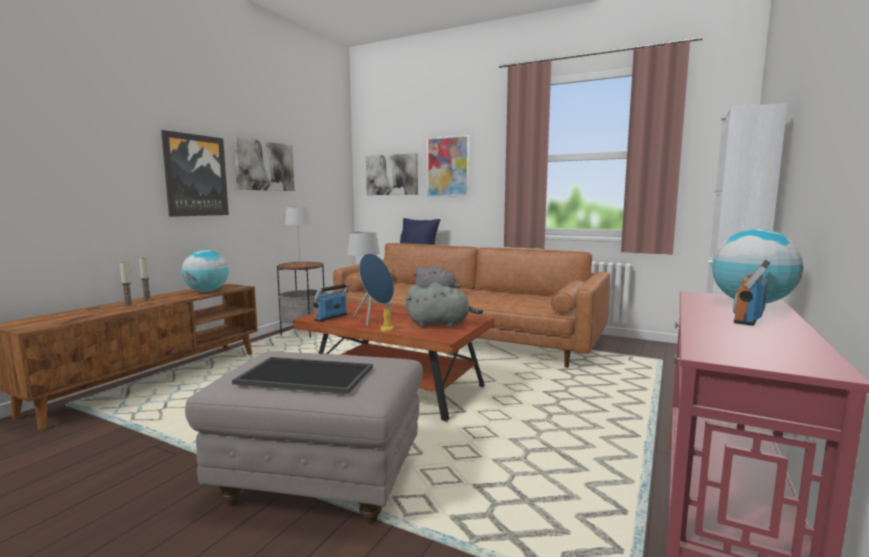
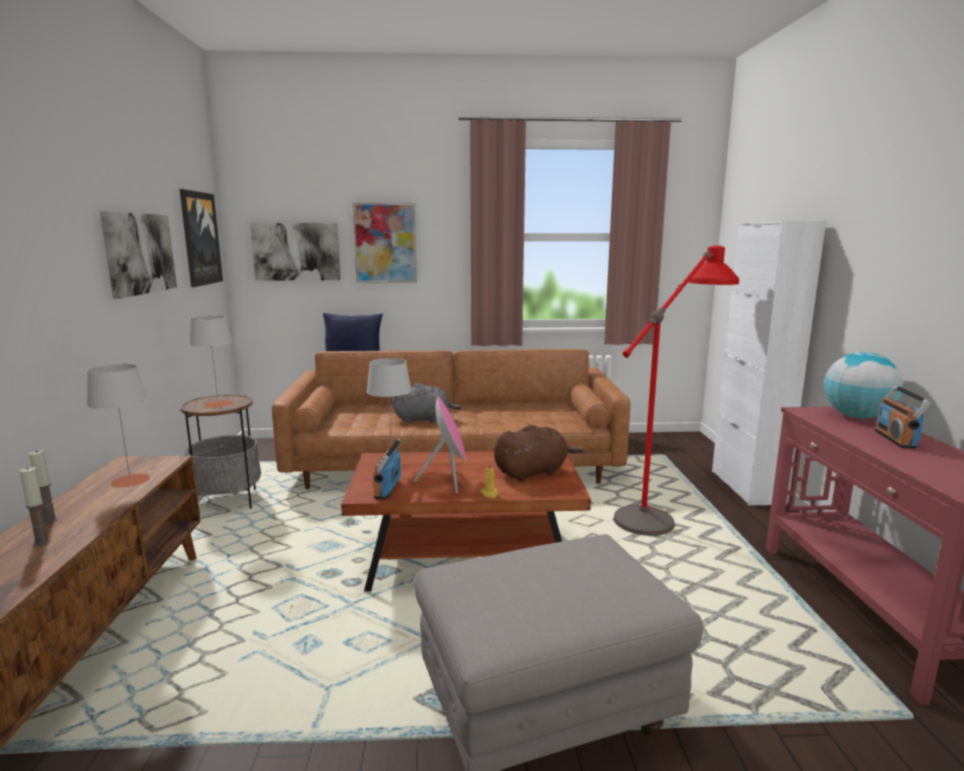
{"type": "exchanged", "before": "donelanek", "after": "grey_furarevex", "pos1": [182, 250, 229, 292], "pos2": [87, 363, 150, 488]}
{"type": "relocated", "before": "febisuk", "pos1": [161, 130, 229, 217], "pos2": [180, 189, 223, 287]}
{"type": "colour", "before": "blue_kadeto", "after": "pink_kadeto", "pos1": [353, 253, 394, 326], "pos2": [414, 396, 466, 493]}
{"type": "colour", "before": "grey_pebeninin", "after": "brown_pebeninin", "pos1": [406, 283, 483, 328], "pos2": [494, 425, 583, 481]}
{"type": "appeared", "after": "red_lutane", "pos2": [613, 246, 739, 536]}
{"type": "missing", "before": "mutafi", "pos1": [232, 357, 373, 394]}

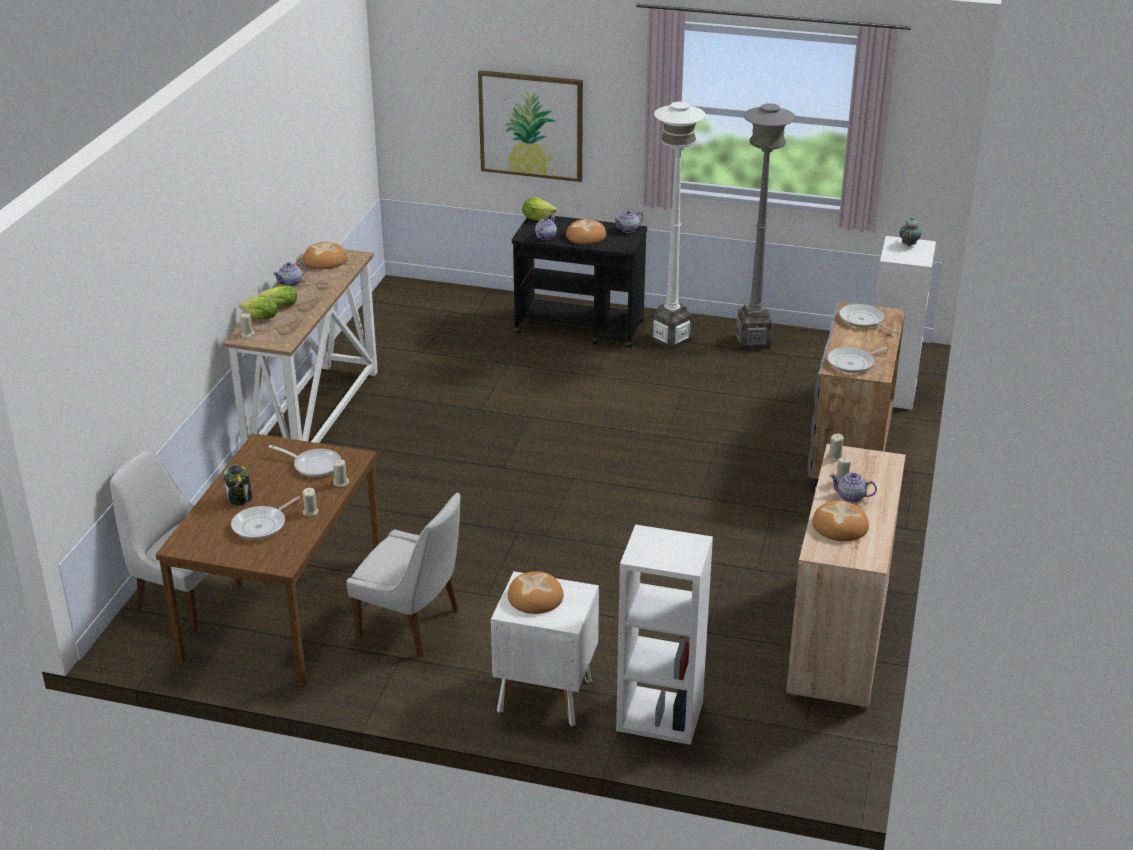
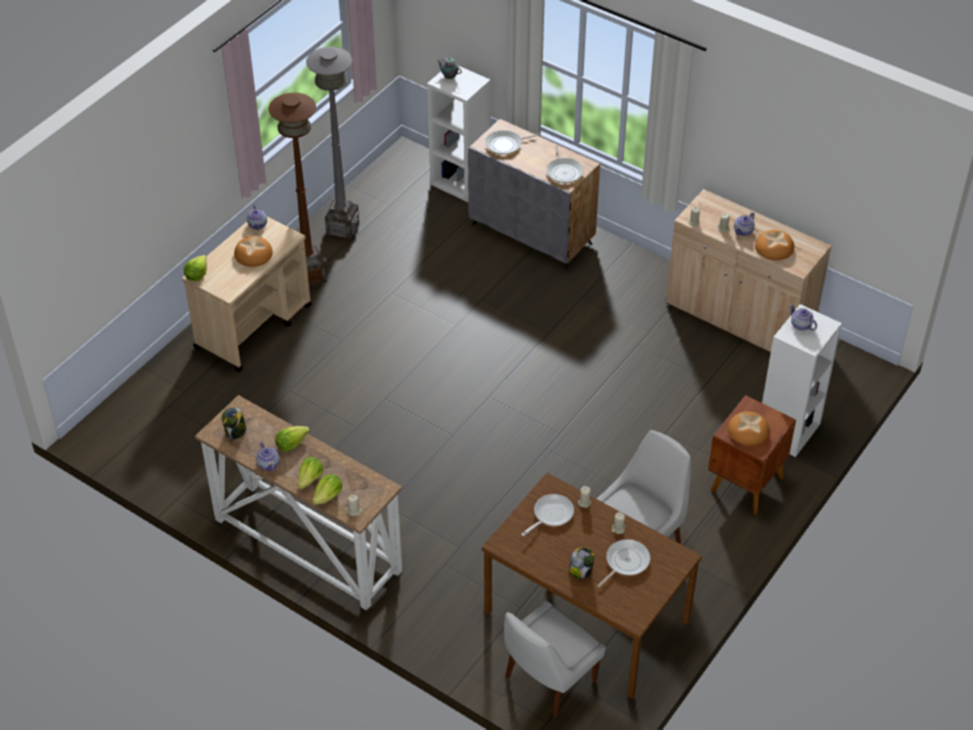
{"type": "colour", "before": "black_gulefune", "after": "beige_gulefune", "pos1": [512, 215, 647, 349], "pos2": [182, 216, 312, 372]}
{"type": "exchanged", "before": "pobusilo", "after": "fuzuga", "pos1": [303, 242, 347, 269], "pos2": [222, 407, 247, 439]}
{"type": "colour", "before": "white_lutane", "after": "brown_lutane", "pos1": [650, 102, 706, 350], "pos2": [269, 93, 327, 287]}
{"type": "appeared", "after": "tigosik", "pos2": [276, 426, 310, 451]}
{"type": "spun", "before": "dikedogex", "pos1": [231, 496, 300, 540], "pos2": [598, 539, 650, 587], "turn": -105}
{"type": "colour", "before": "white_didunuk", "after": "brown_didunuk", "pos1": [491, 571, 599, 726], "pos2": [708, 395, 796, 515]}
{"type": "relocated", "before": "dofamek", "pos1": [535, 216, 557, 240], "pos2": [789, 304, 817, 330]}
{"type": "missing", "before": "febisuk", "pos1": [478, 70, 583, 182]}

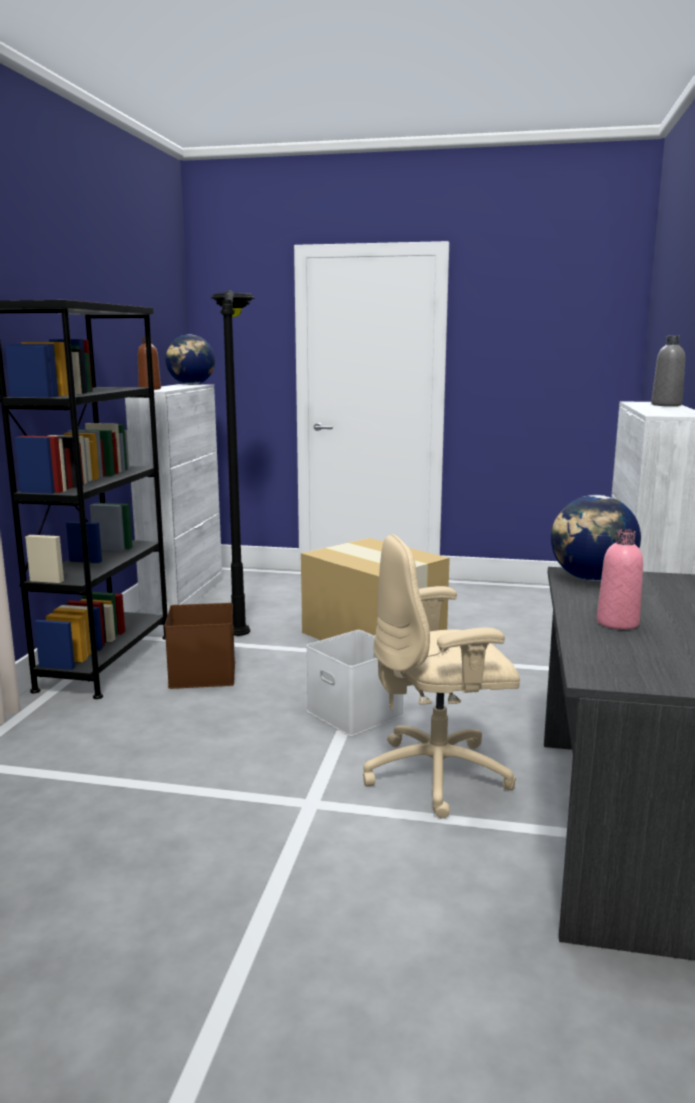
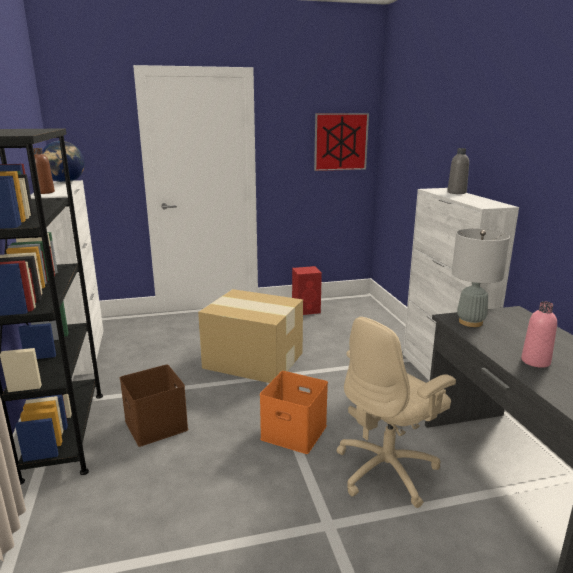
{"type": "colour", "before": "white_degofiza", "after": "orange_degofiza", "pos1": [306, 630, 404, 736], "pos2": [260, 371, 328, 454]}
{"type": "appeared", "after": "red_kadeto", "pos2": [292, 266, 322, 315]}
{"type": "appeared", "after": "febisuk", "pos2": [314, 113, 369, 171]}
{"type": "exchanged", "before": "donelanek", "after": "grey_furarevex", "pos1": [551, 495, 641, 581], "pos2": [452, 229, 510, 327]}
{"type": "missing", "before": "black_lutane", "pos1": [211, 290, 255, 636]}

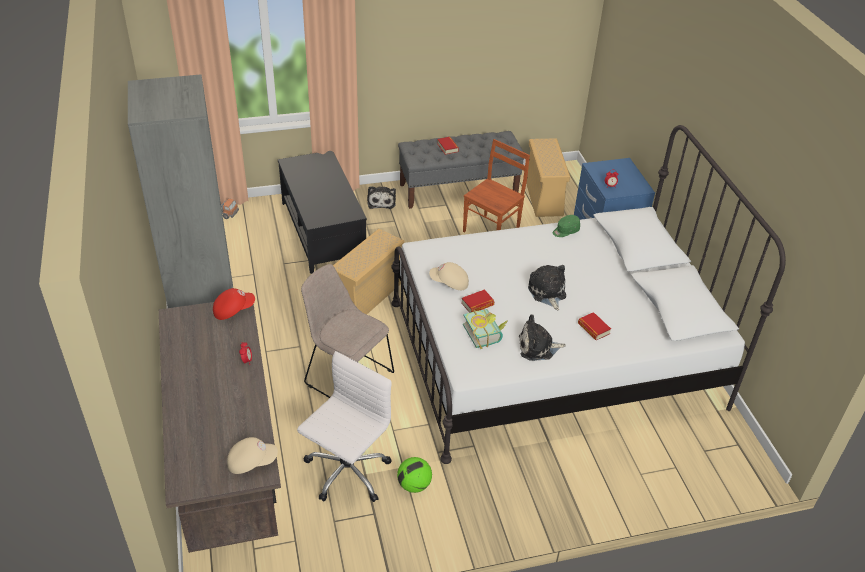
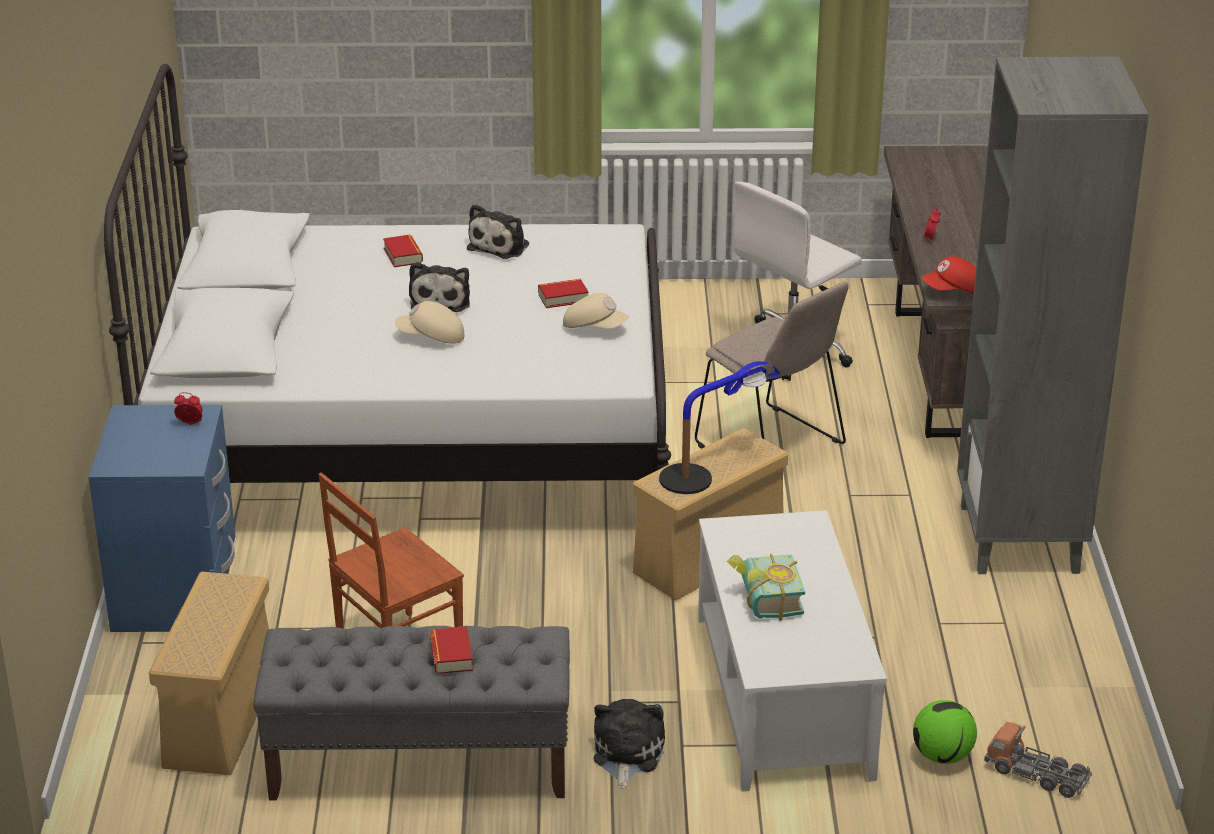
{"type": "relocated", "before": "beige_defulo", "pos1": [227, 437, 278, 474], "pos2": [395, 301, 464, 344]}
{"type": "spun", "before": "pebeninin", "pos1": [519, 314, 566, 361], "pos2": [467, 204, 529, 259], "turn": 105}
{"type": "appeared", "after": "furarevex", "pos2": [659, 361, 780, 494]}
{"type": "colour", "before": "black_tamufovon", "after": "white_tamufovon", "pos1": [278, 151, 367, 274], "pos2": [698, 510, 887, 791]}
{"type": "relocated", "before": "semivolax", "pos1": [463, 309, 508, 349], "pos2": [726, 554, 805, 621]}
{"type": "relocated", "before": "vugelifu", "pos1": [397, 457, 432, 493], "pos2": [913, 700, 977, 764]}
{"type": "missing", "before": "green_defulo", "pos1": [553, 215, 580, 237]}

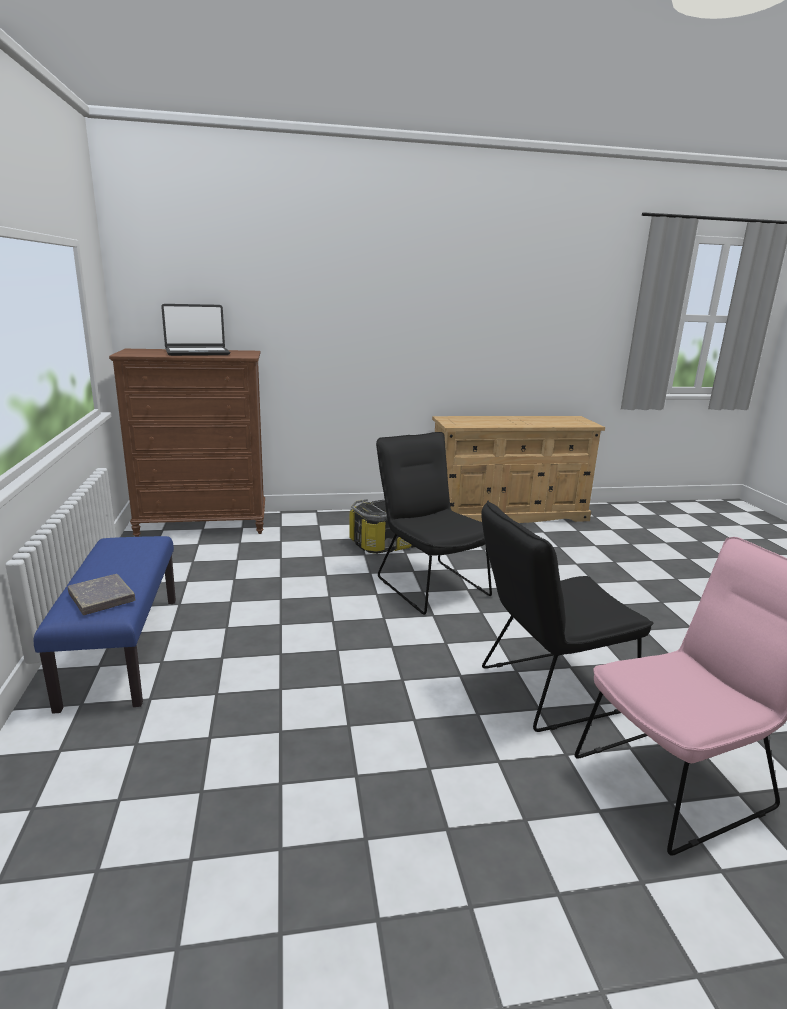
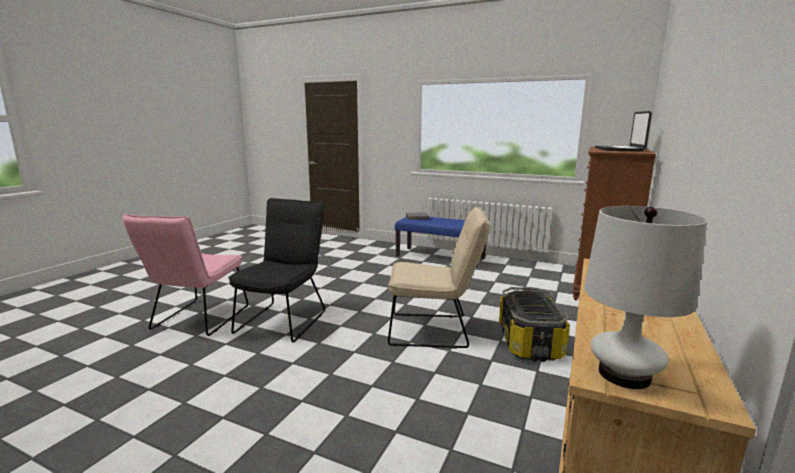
{"type": "colour", "before": "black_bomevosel", "after": "beige_bomevosel", "pos1": [376, 432, 492, 615], "pos2": [388, 207, 491, 349]}
{"type": "appeared", "after": "white_furarevex", "pos2": [584, 206, 707, 389]}

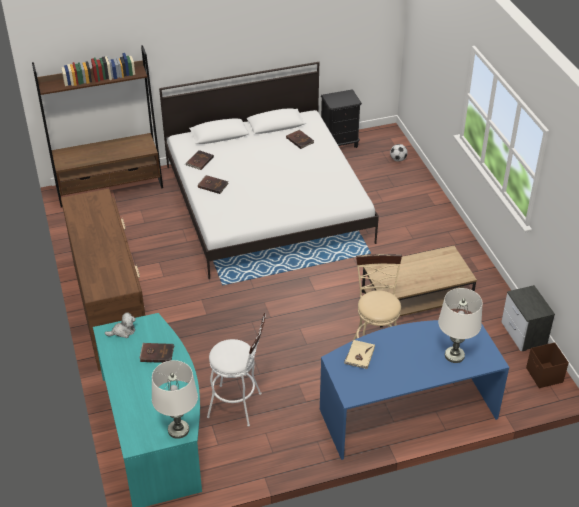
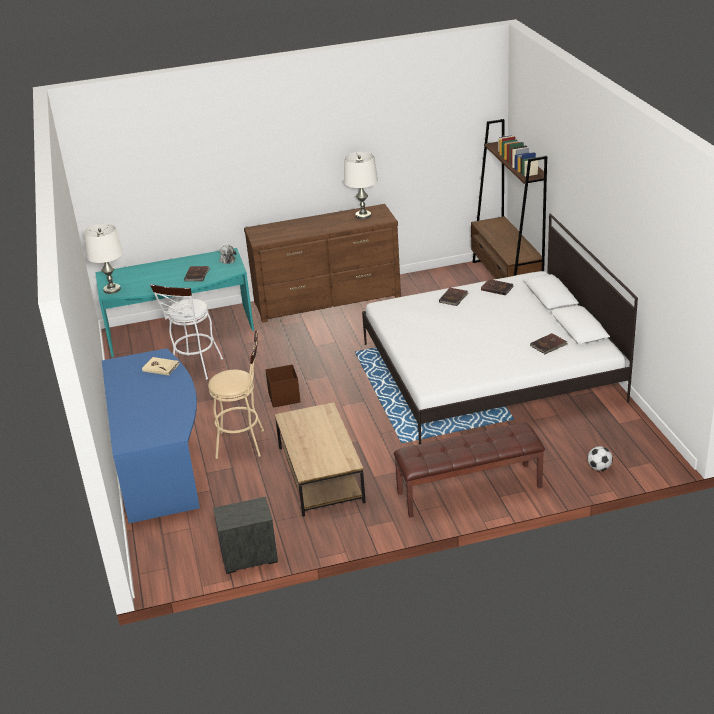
{"type": "relocated", "before": "brown_degofiza", "pos1": [526, 343, 569, 388], "pos2": [265, 364, 300, 408]}
{"type": "relocated", "before": "white_furarevex", "pos1": [438, 288, 483, 363], "pos2": [344, 152, 378, 219]}
{"type": "appeared", "after": "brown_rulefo", "pos2": [394, 422, 545, 518]}
{"type": "missing", "before": "black_didunuk", "pos1": [321, 90, 362, 148]}

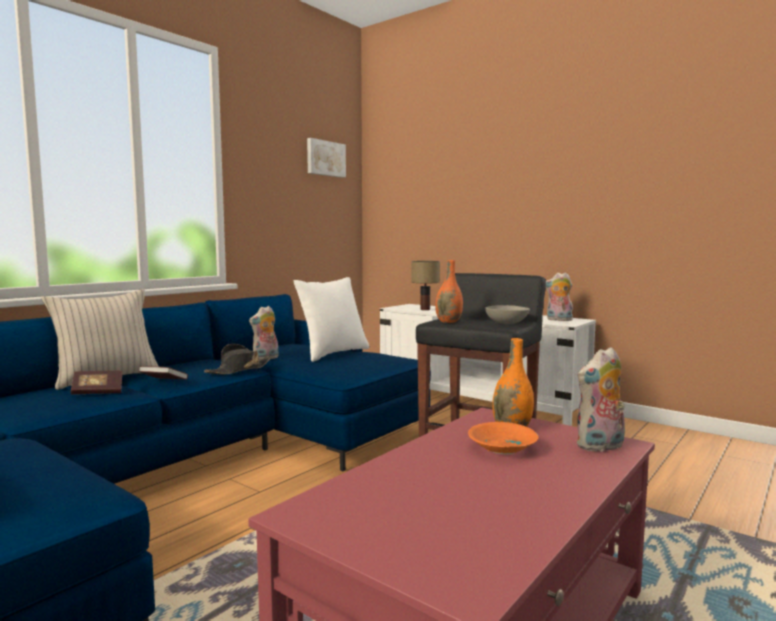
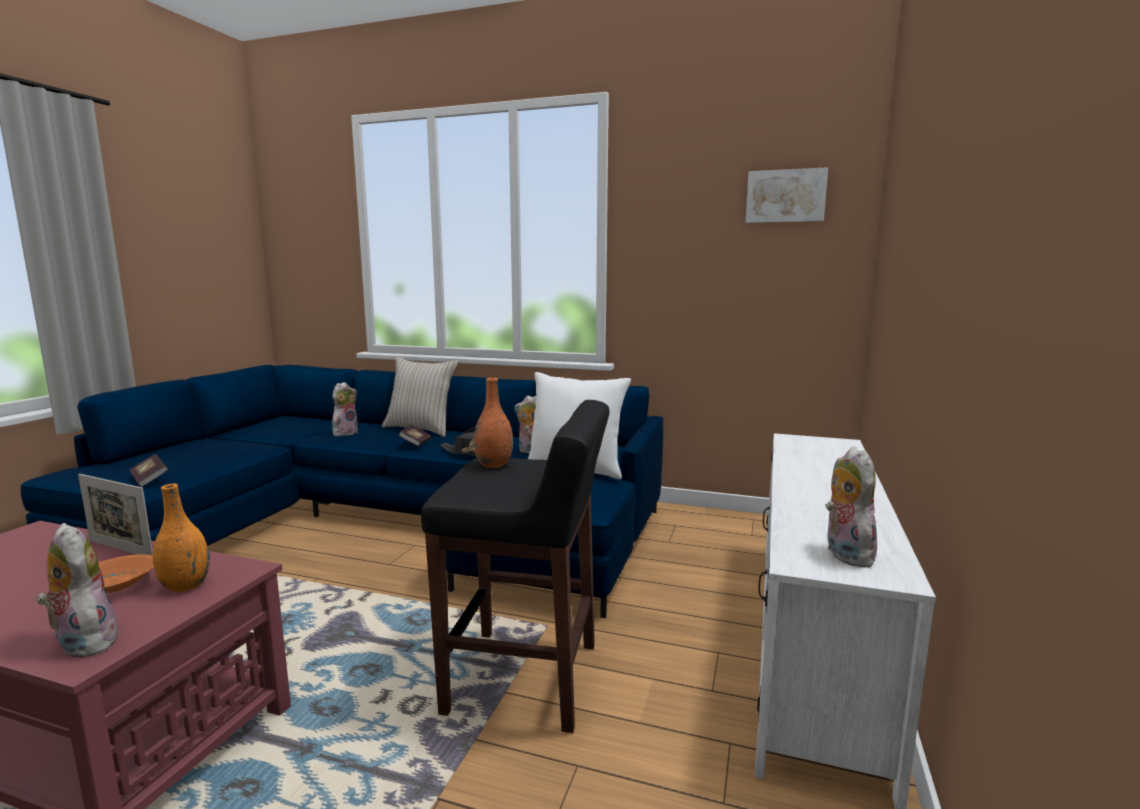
{"type": "appeared", "after": "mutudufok", "pos2": [78, 474, 153, 556]}
{"type": "relocated", "before": "semivolax", "pos1": [71, 371, 122, 395], "pos2": [129, 454, 168, 487]}
{"type": "appeared", "after": "pebeninin", "pos2": [332, 382, 358, 437]}
{"type": "missing", "before": "furarevex", "pos1": [412, 261, 440, 310]}
{"type": "missing", "before": "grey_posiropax", "pos1": [485, 305, 530, 324]}

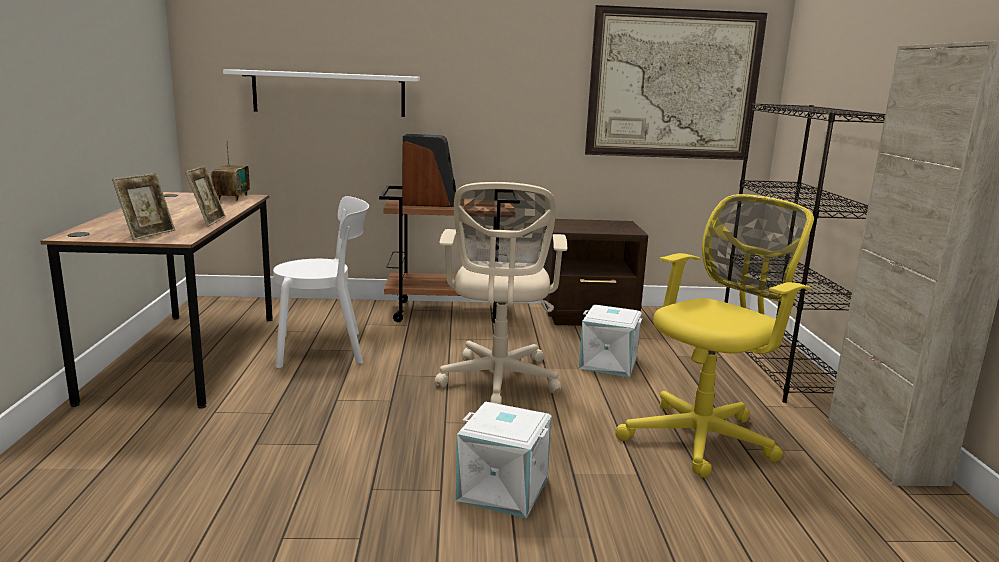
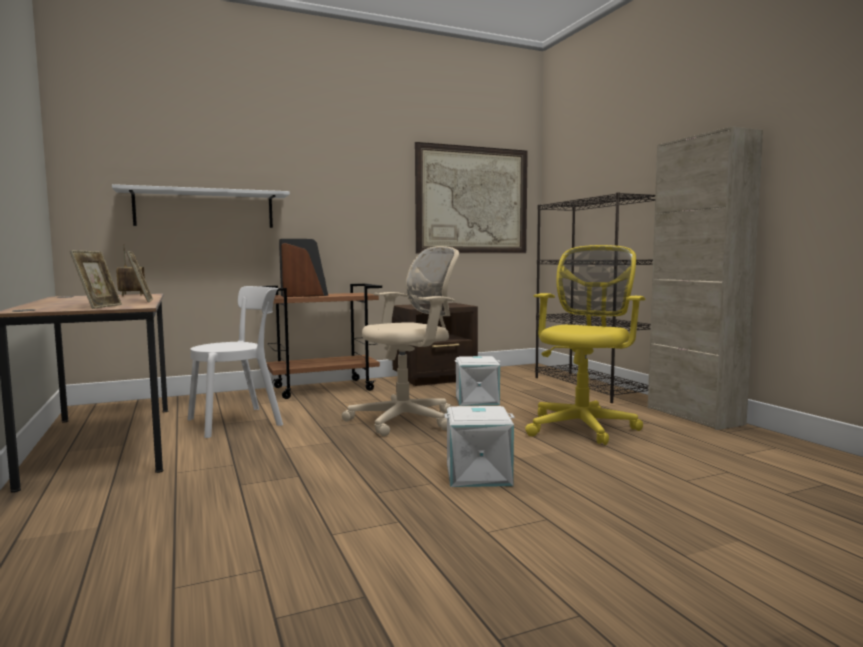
{"type": "spun", "before": "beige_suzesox", "pos1": [434, 182, 567, 404], "pos2": [342, 246, 459, 436], "turn": -105}

